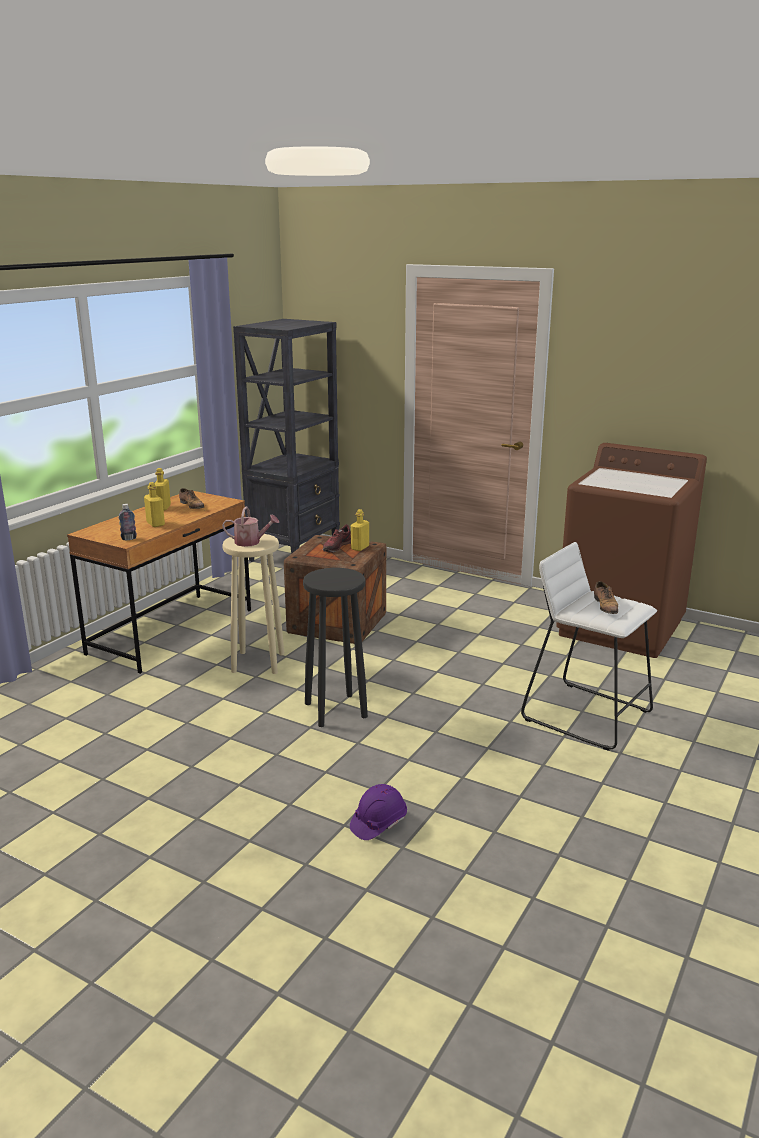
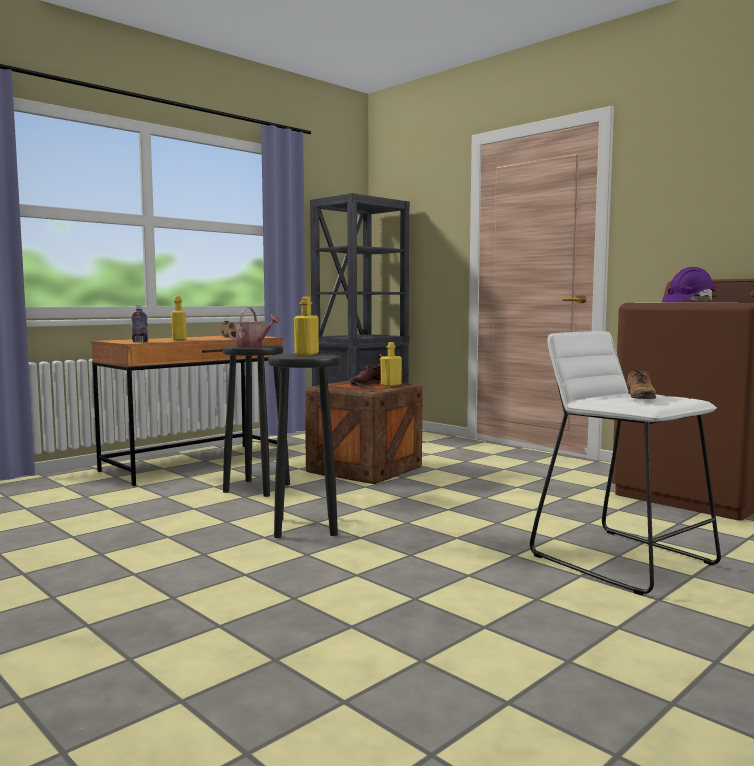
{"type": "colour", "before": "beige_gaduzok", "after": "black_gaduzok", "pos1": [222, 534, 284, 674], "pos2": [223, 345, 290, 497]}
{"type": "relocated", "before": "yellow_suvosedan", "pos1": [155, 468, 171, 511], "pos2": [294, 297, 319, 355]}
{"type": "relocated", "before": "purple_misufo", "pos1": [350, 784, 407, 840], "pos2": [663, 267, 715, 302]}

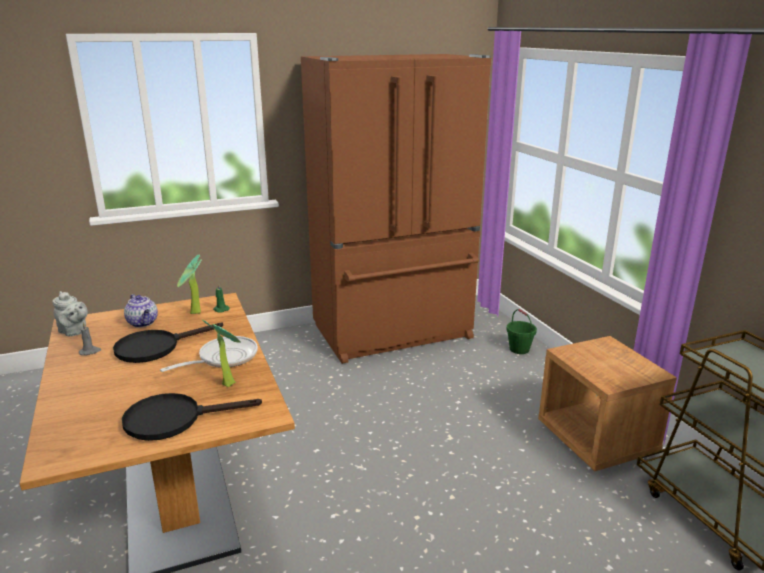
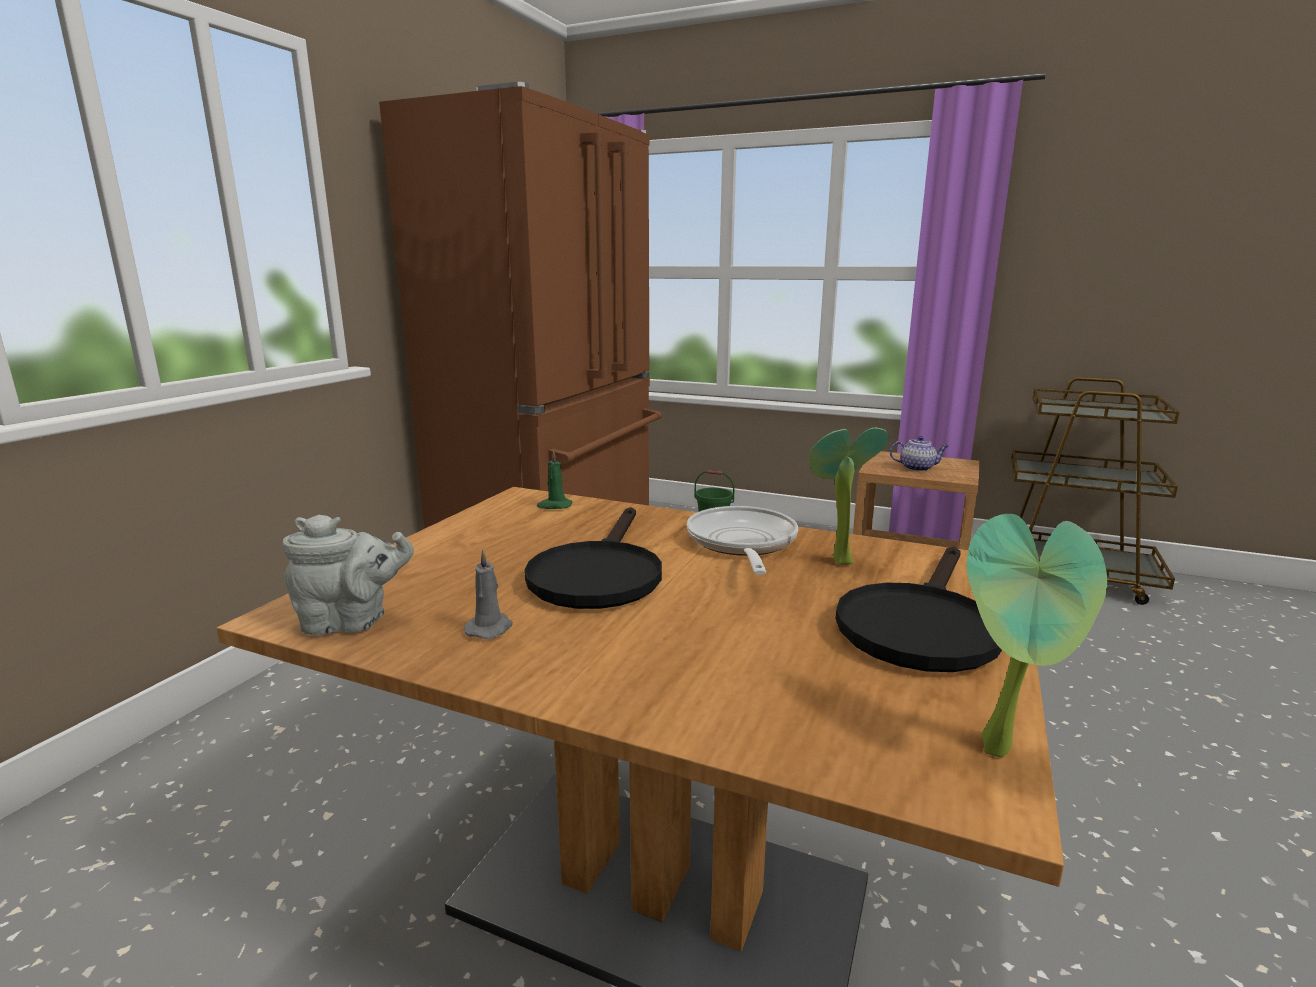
{"type": "relocated", "before": "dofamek", "pos1": [124, 294, 158, 327], "pos2": [890, 436, 949, 471]}
{"type": "relocated", "before": "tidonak", "pos1": [177, 255, 202, 314], "pos2": [967, 514, 1107, 758]}

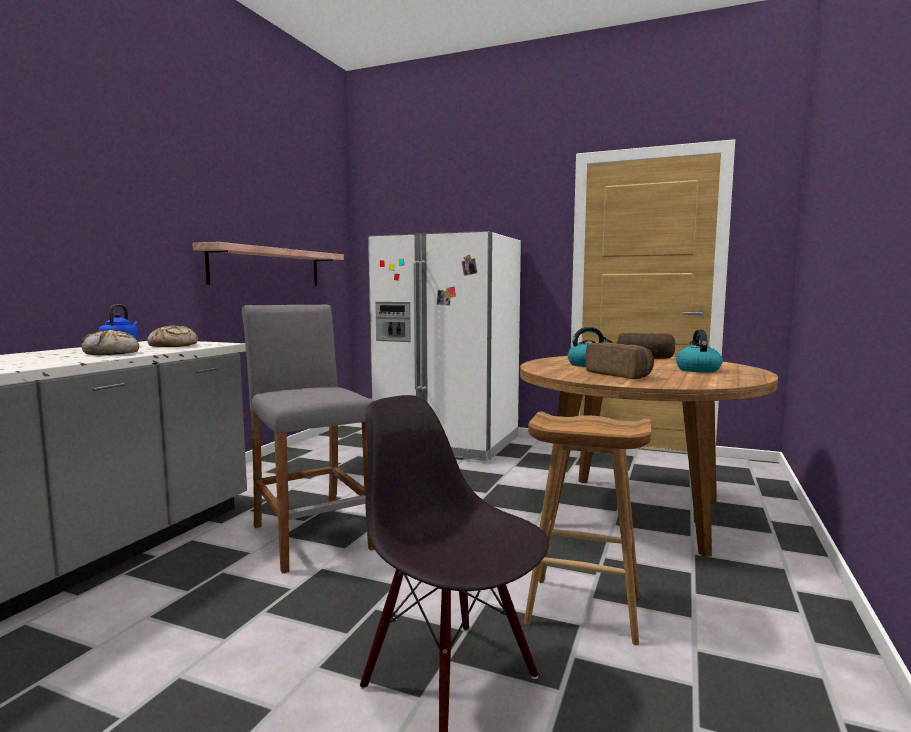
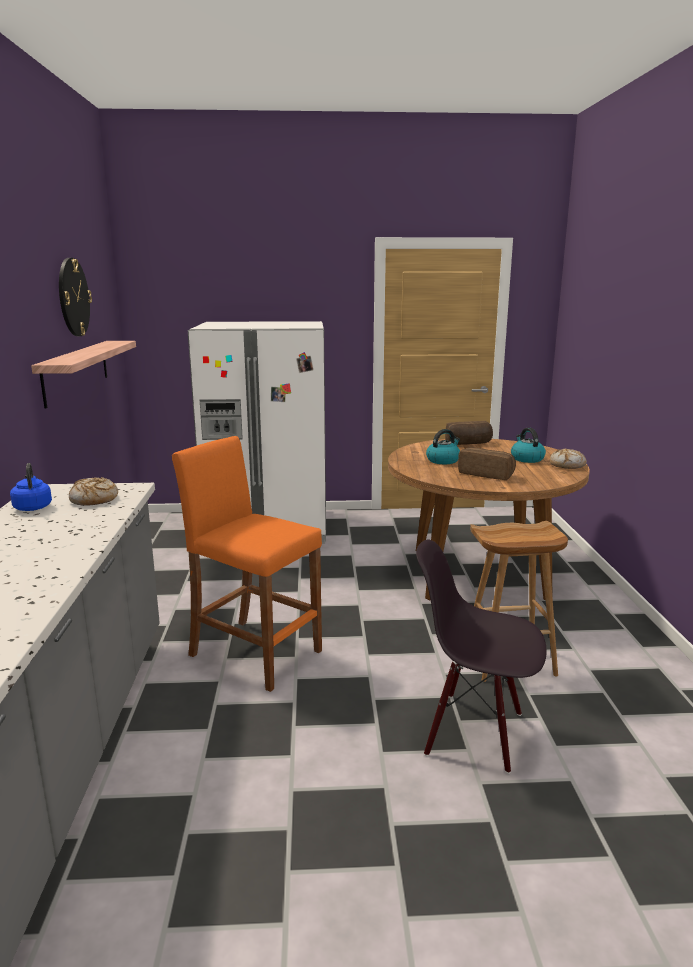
{"type": "appeared", "after": "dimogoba", "pos2": [59, 258, 92, 336]}
{"type": "colour", "before": "grey_gaduzok", "after": "orange_gaduzok", "pos1": [242, 304, 375, 574], "pos2": [172, 436, 322, 692]}
{"type": "relocated", "before": "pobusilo", "pos1": [81, 330, 139, 355], "pos2": [550, 448, 587, 469]}

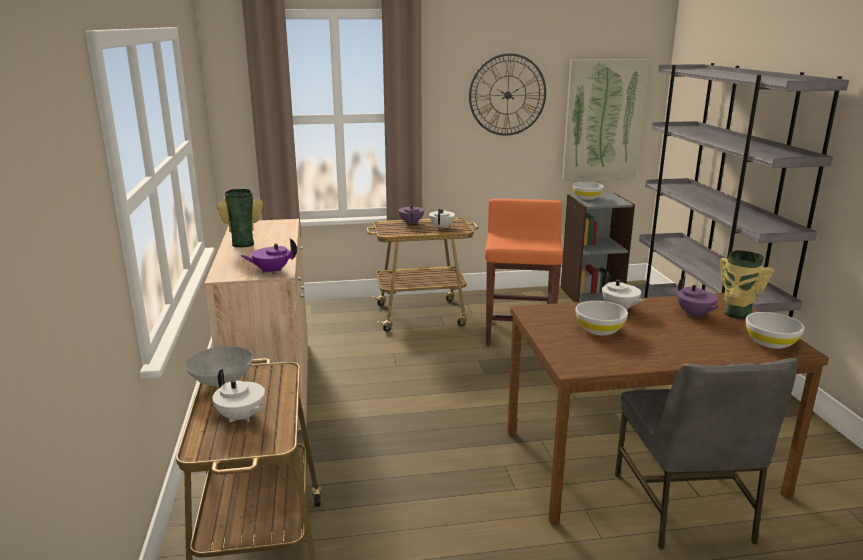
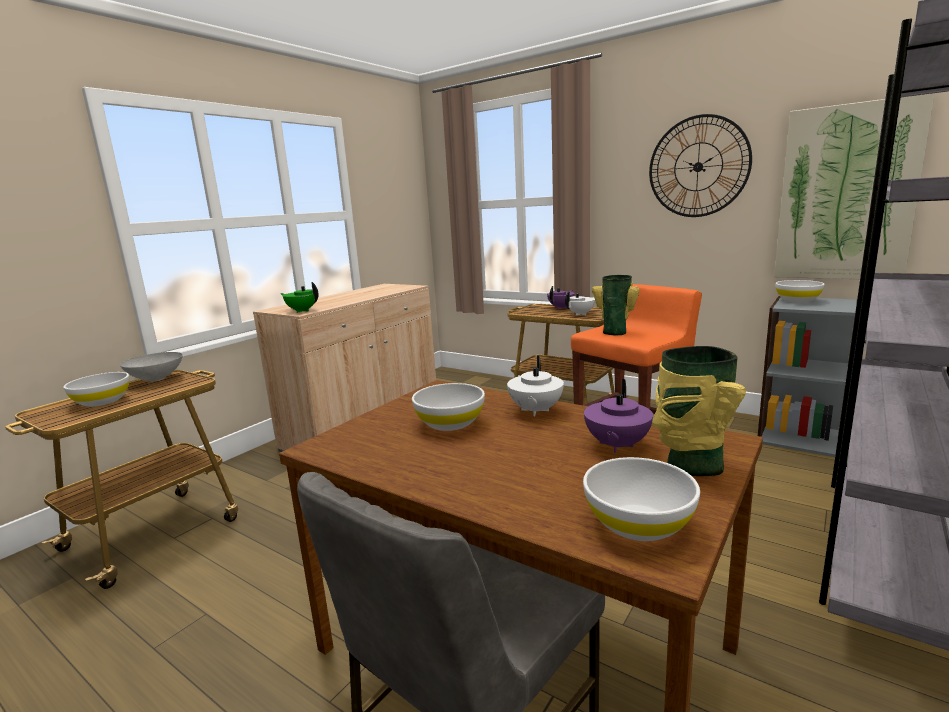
{"type": "exchanged", "before": "white_dofamek", "after": "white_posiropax", "pos1": [212, 369, 265, 422], "pos2": [63, 372, 129, 407]}
{"type": "colour", "before": "purple_dofamek", "after": "green_dofamek", "pos1": [241, 238, 297, 274], "pos2": [280, 282, 318, 313]}
{"type": "relocated", "before": "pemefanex", "pos1": [217, 189, 263, 247], "pos2": [592, 275, 640, 335]}

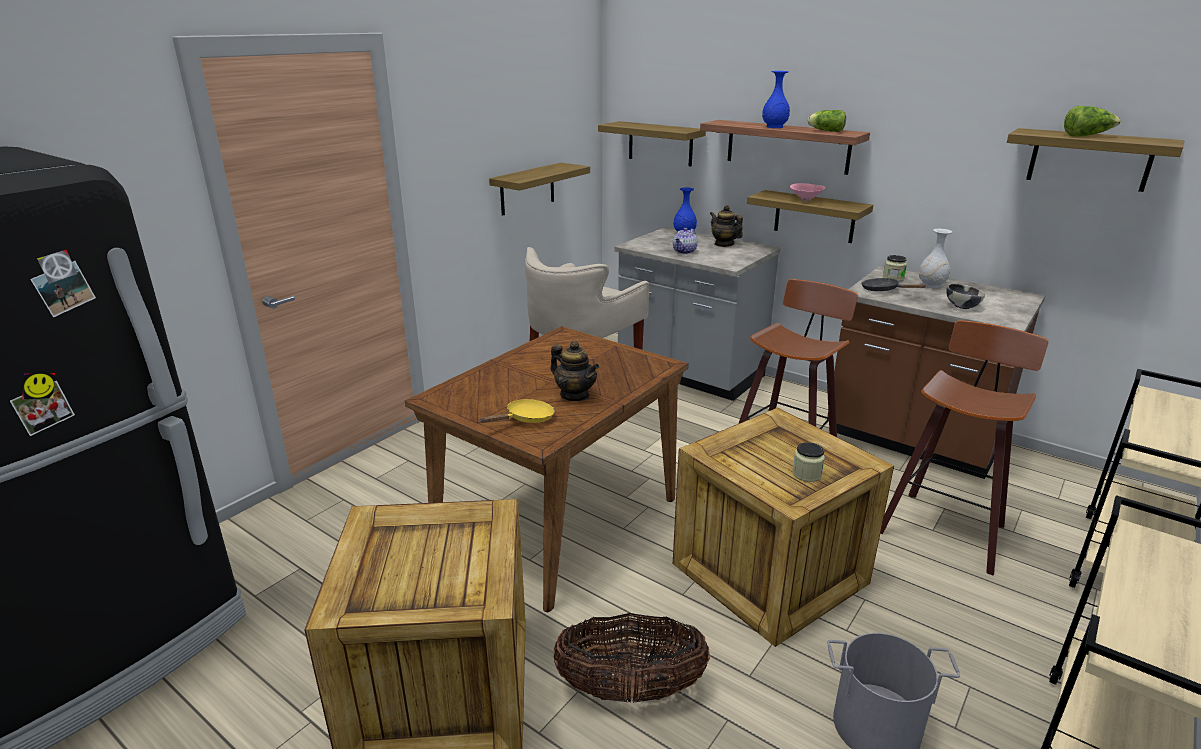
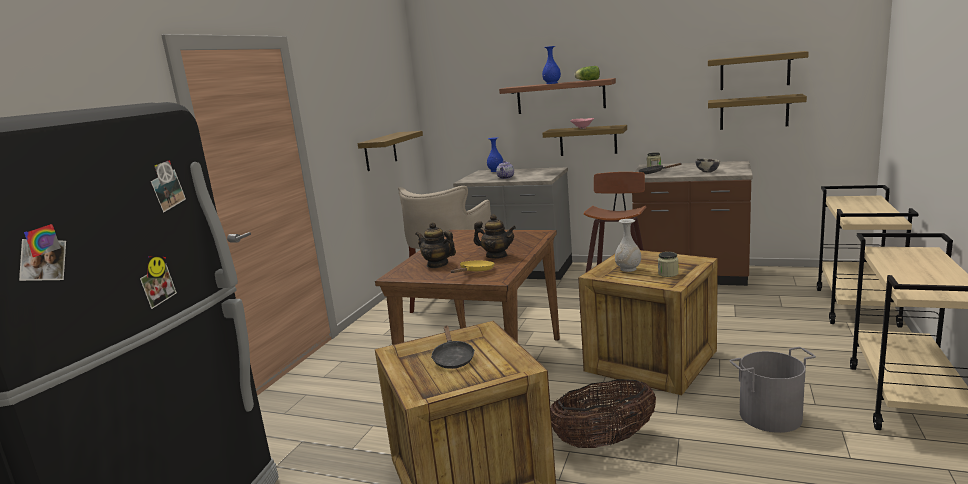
{"type": "relocated", "before": "dofamek", "pos1": [710, 205, 743, 247], "pos2": [415, 222, 456, 268]}
{"type": "appeared", "after": "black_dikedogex", "pos2": [431, 325, 475, 369]}
{"type": "relocated", "before": "white_pemefanex", "pos1": [919, 229, 952, 288], "pos2": [615, 219, 641, 272]}
{"type": "relocated", "before": "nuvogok", "pos1": [598, 121, 706, 166], "pos2": [708, 94, 807, 130]}
{"type": "missing", "before": "gaduzok", "pos1": [881, 320, 1048, 576]}
{"type": "missing", "before": "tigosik", "pos1": [1064, 106, 1121, 137]}

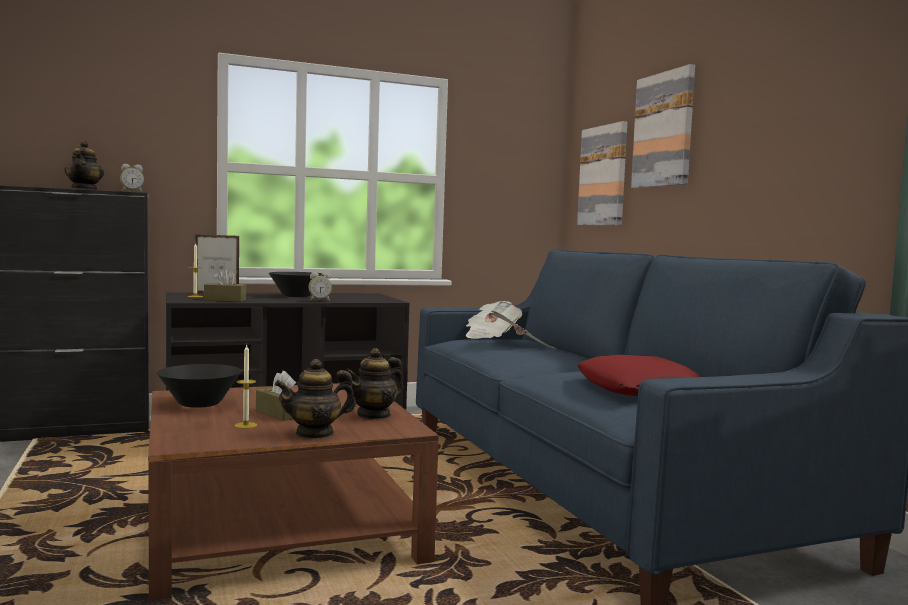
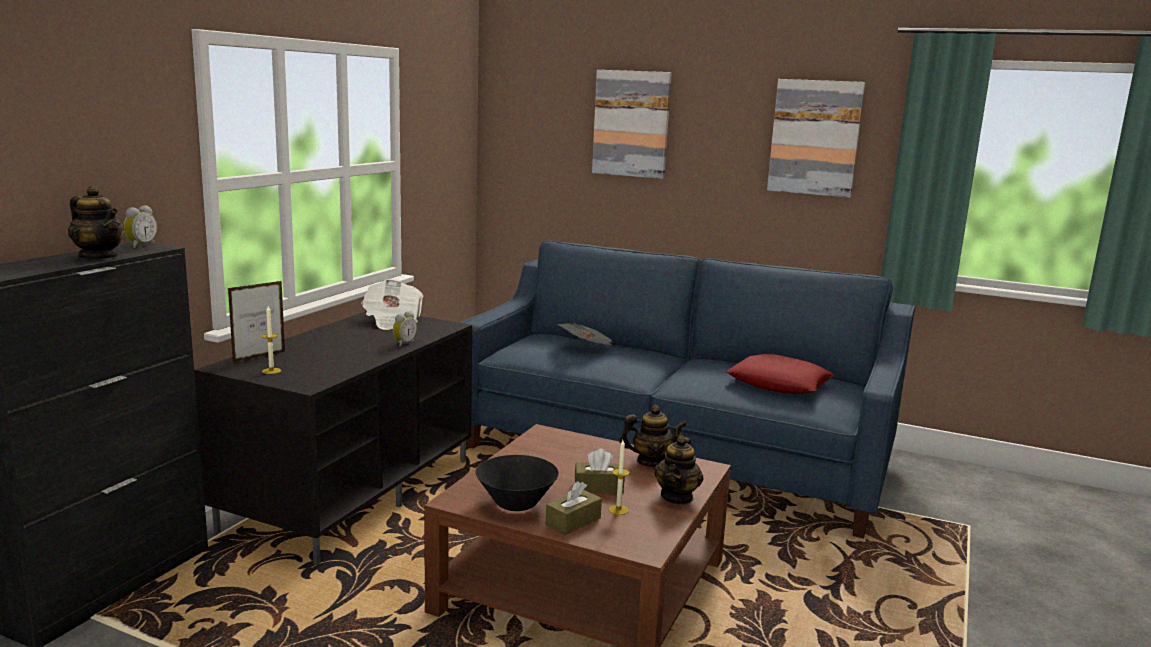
{"type": "relocated", "before": "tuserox", "pos1": [466, 301, 522, 339], "pos2": [361, 279, 423, 330]}
{"type": "relocated", "before": "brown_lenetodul", "pos1": [204, 269, 246, 302], "pos2": [546, 481, 602, 535]}
{"type": "spun", "before": "dofamek", "pos1": [345, 348, 403, 420], "pos2": [619, 405, 687, 467], "turn": -90}
{"type": "relocated", "before": "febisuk", "pos1": [577, 121, 627, 226], "pos2": [767, 79, 865, 198]}
{"type": "missing", "before": "black_posiropax", "pos1": [269, 272, 324, 297]}

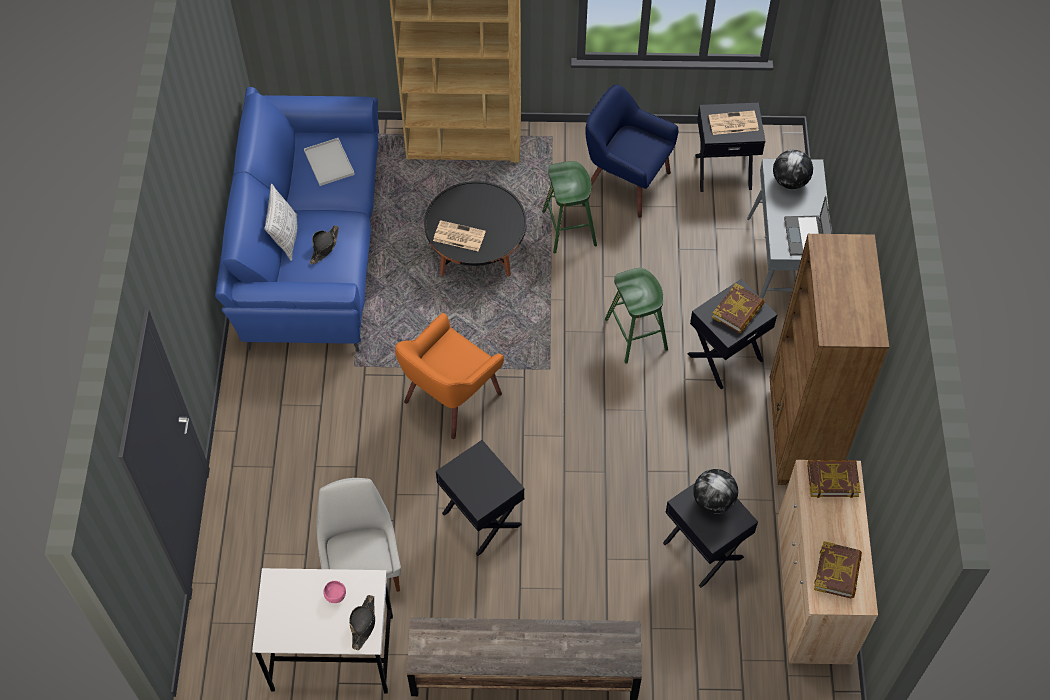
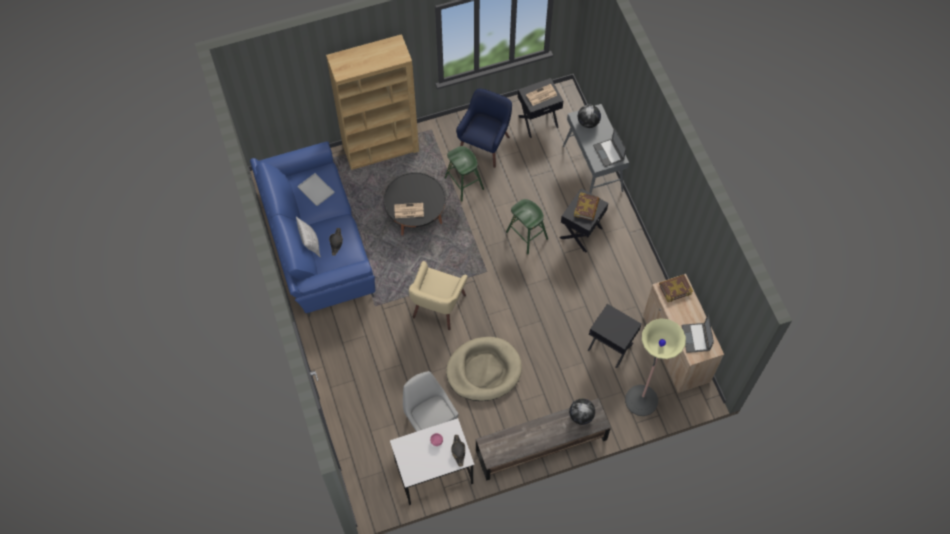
{"type": "colour", "before": "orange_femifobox", "after": "beige_femifobox", "pos1": [395, 313, 504, 439], "pos2": [409, 261, 468, 330]}
{"type": "exchanged", "before": "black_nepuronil", "after": "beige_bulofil", "pos1": [436, 440, 524, 556], "pos2": [446, 337, 522, 401]}
{"type": "spun", "before": "blue_femifobox", "pos1": [585, 85, 678, 218], "pos2": [456, 89, 512, 168], "turn": 105}
{"type": "relocated", "before": "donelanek", "pos1": [693, 469, 738, 514], "pos2": [569, 399, 595, 425]}
{"type": "appeared", "after": "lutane", "pos2": [625, 318, 686, 416]}
{"type": "exchanged", "before": "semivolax", "after": "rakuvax", "pos1": [814, 541, 862, 598], "pos2": [681, 314, 714, 353]}
{"type": "missing", "before": "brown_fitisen", "pos1": [770, 234, 889, 485]}

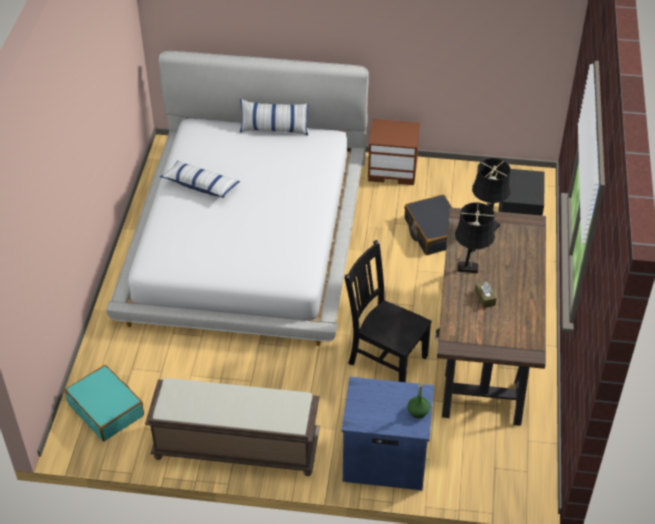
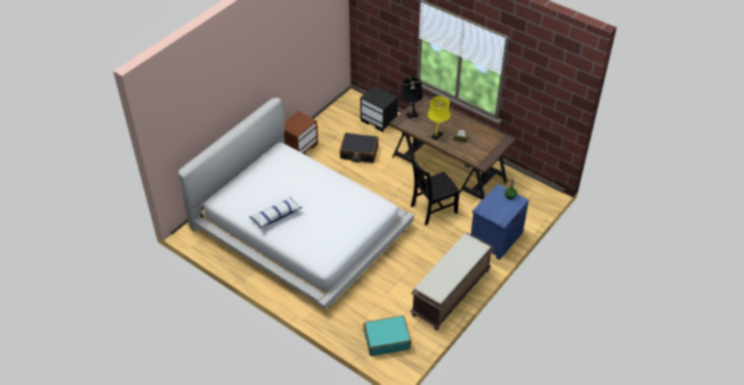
{"type": "colour", "before": "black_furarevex", "after": "yellow_furarevex", "pos1": [455, 202, 495, 273], "pos2": [428, 96, 450, 140]}
{"type": "missing", "before": "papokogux", "pos1": [240, 99, 309, 136]}

